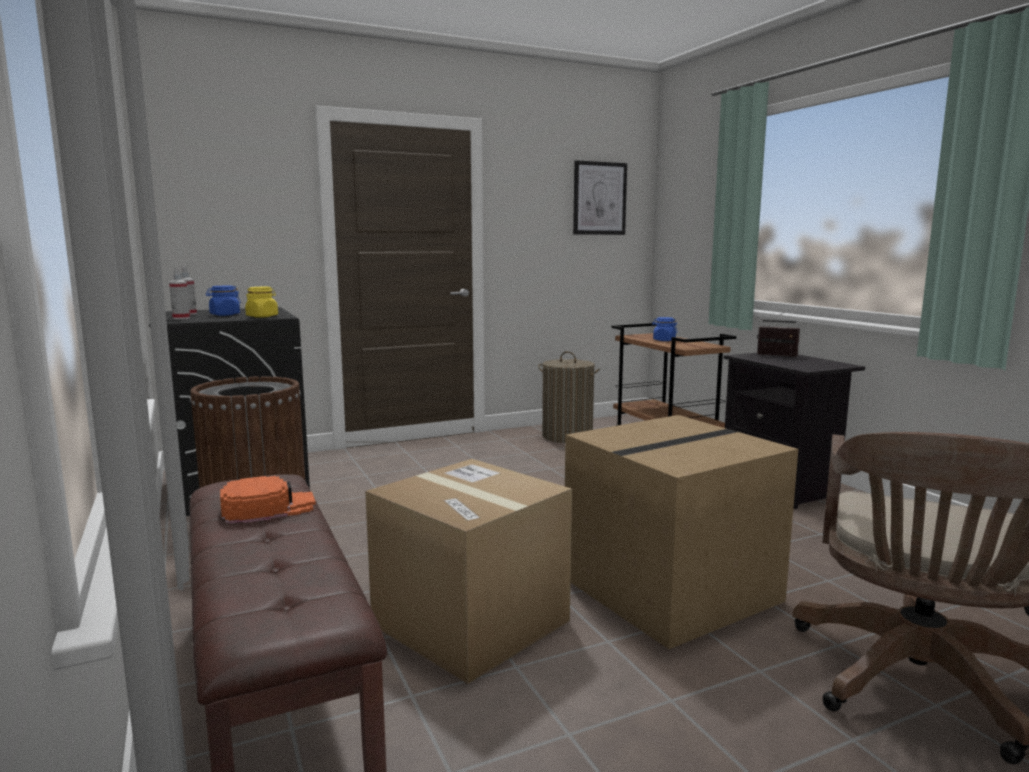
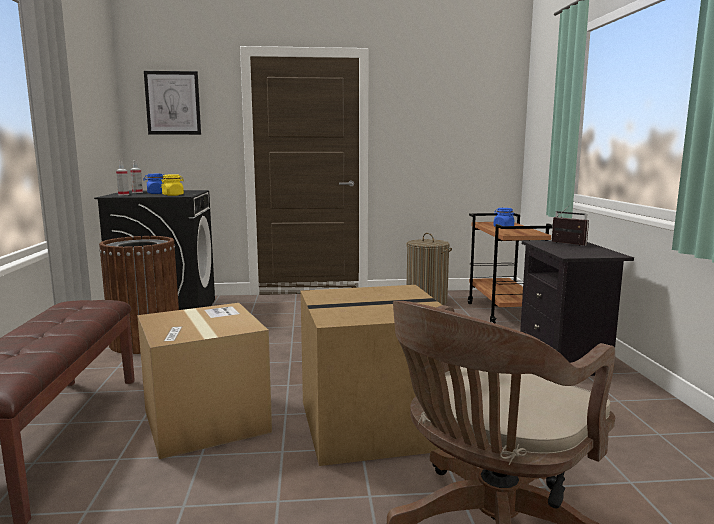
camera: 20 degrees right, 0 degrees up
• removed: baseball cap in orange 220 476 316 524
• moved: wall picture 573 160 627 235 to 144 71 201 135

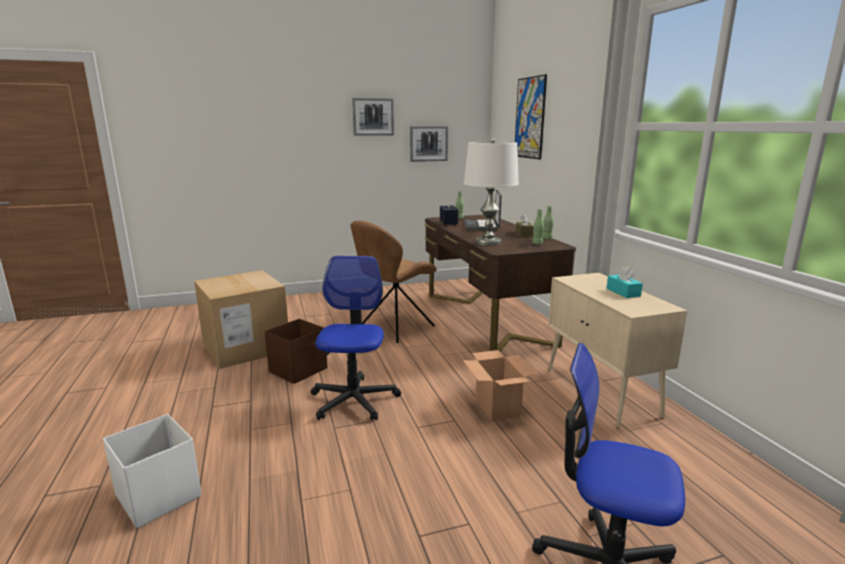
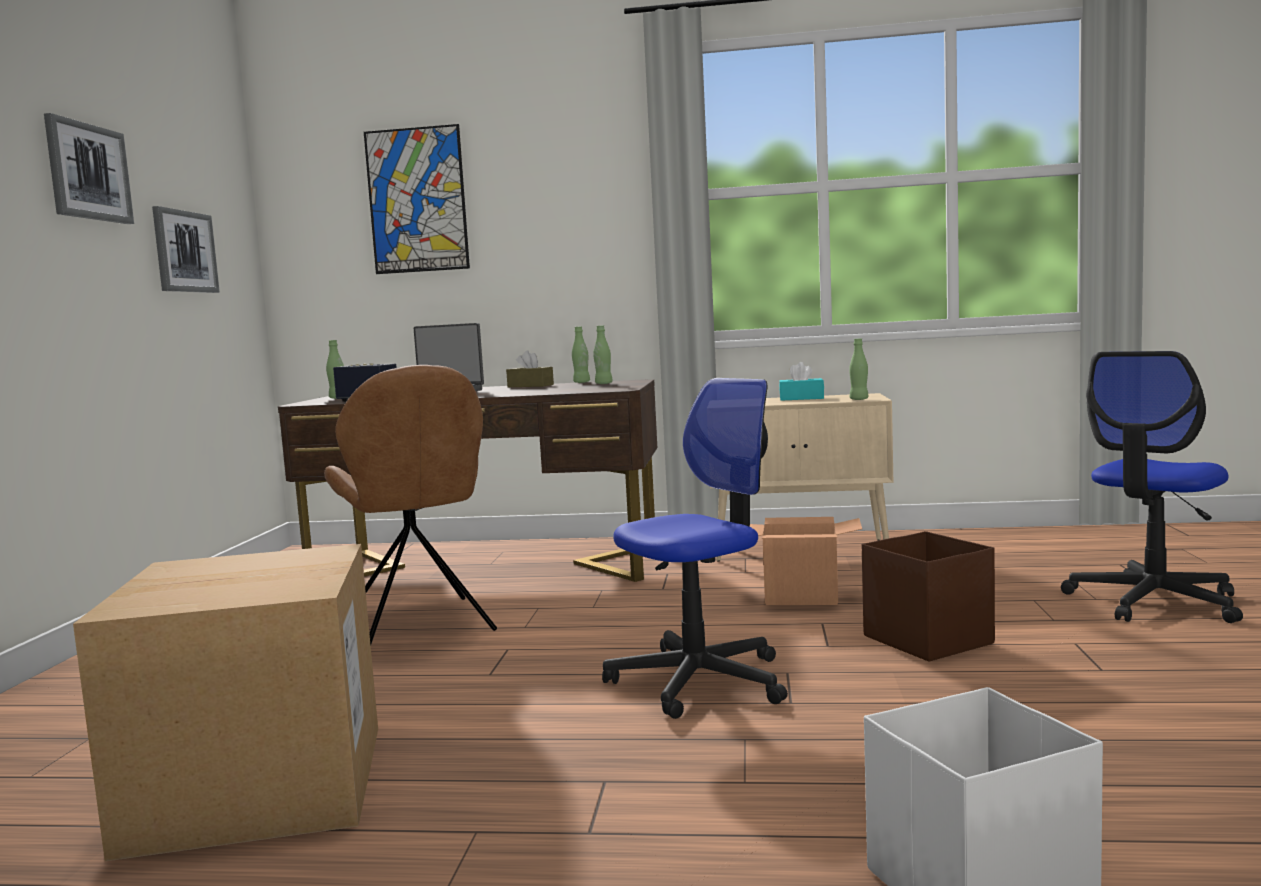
camera: 65 degrees left, 10 degrees down
• removed: tabletop lamp in white-coloured 464 138 519 246
• added: bottle in greenish 849 338 868 400
• moved: storage box in brownish 265 319 327 384 to 862 531 995 662
• turned: office chair 311 256 401 420 = 602 378 788 719 120 degrees clockwise

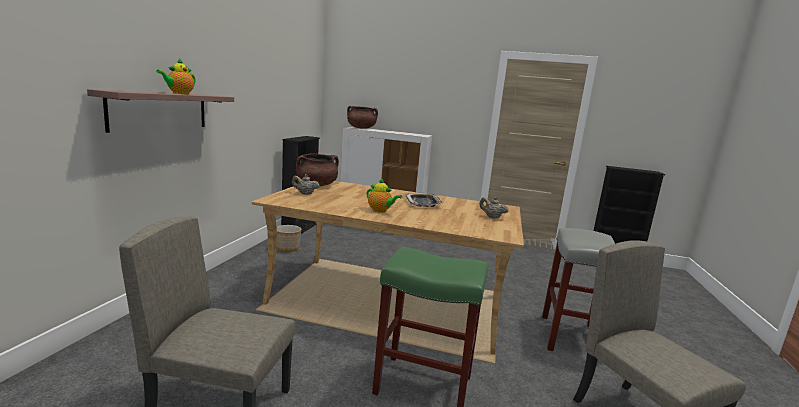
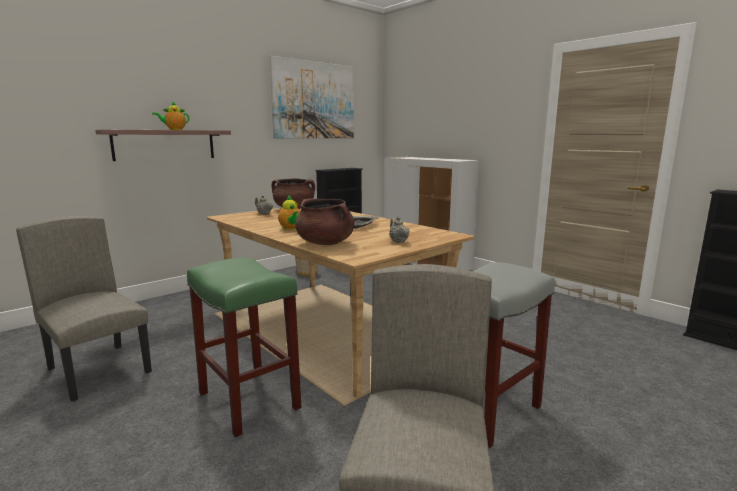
camera: 35 degrees right, 0 degrees up
• added: wall picture 269 56 354 139
• moved: saucepot in brownish 347 106 378 129 to 295 199 355 245

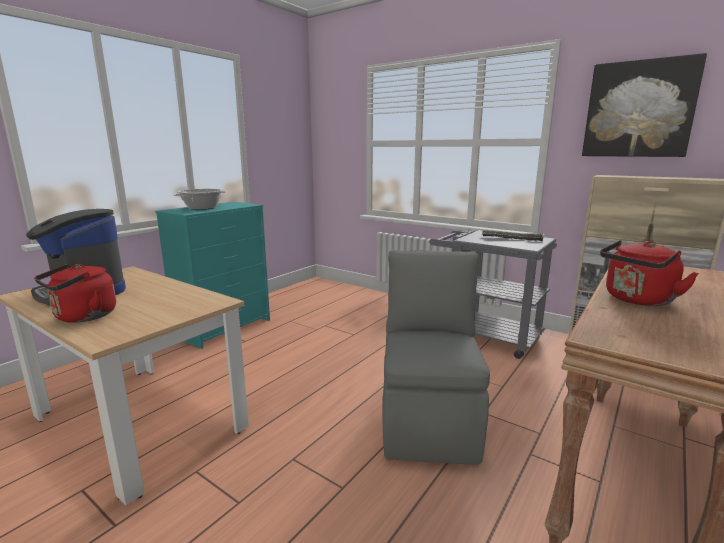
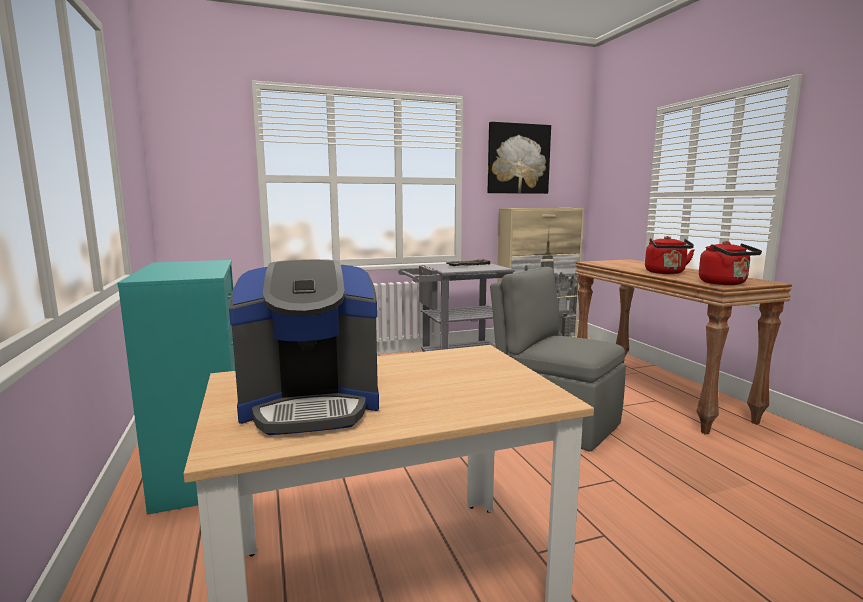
camera: 55 degrees left, 5 degrees down
• removed: saucepot 174 189 226 210
• moved: water kettle in red 34 264 116 323 to 699 241 762 285

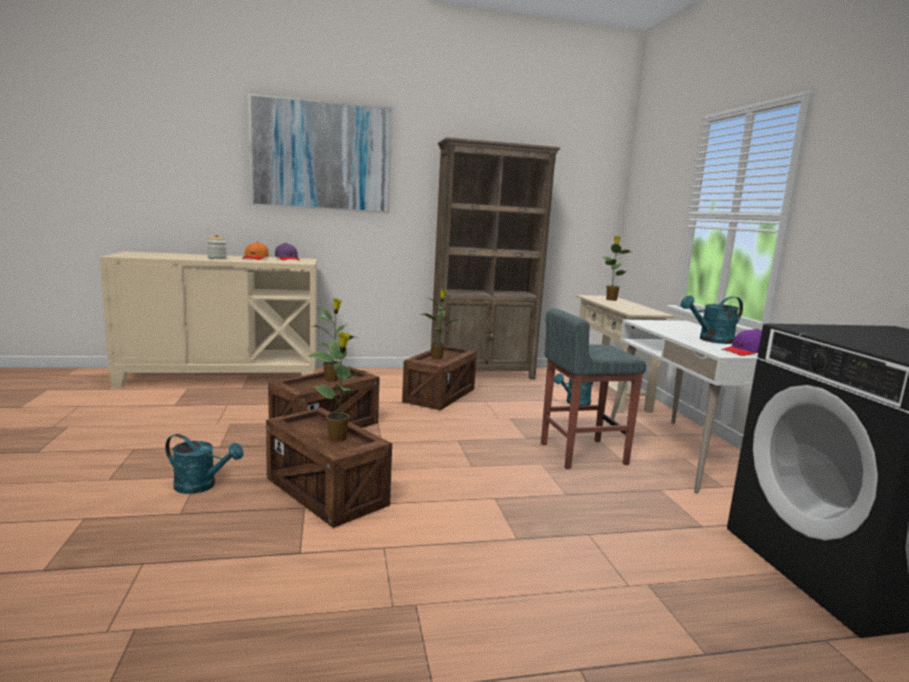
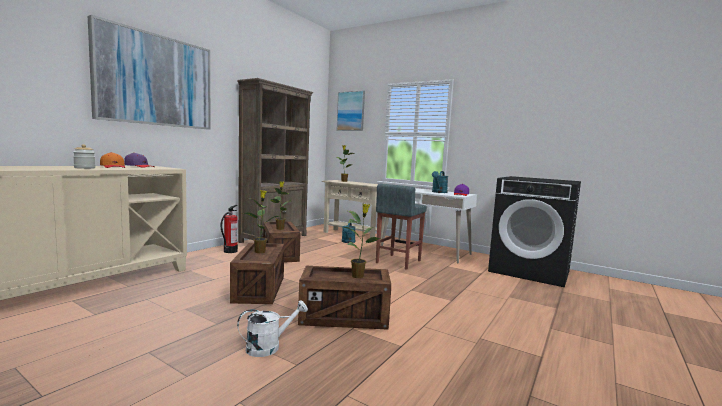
camera: 45 degrees left, 5 degrees down
• added: extinguisher 220 205 238 253
• added: wall picture 337 90 365 131
• recoloured: watering pot in turquoise-coloured 165 434 244 494 to watering pot in white-coloured 237 300 308 357

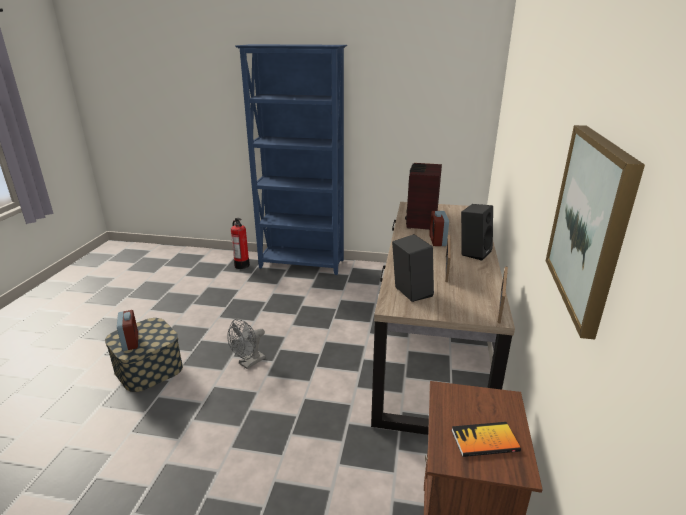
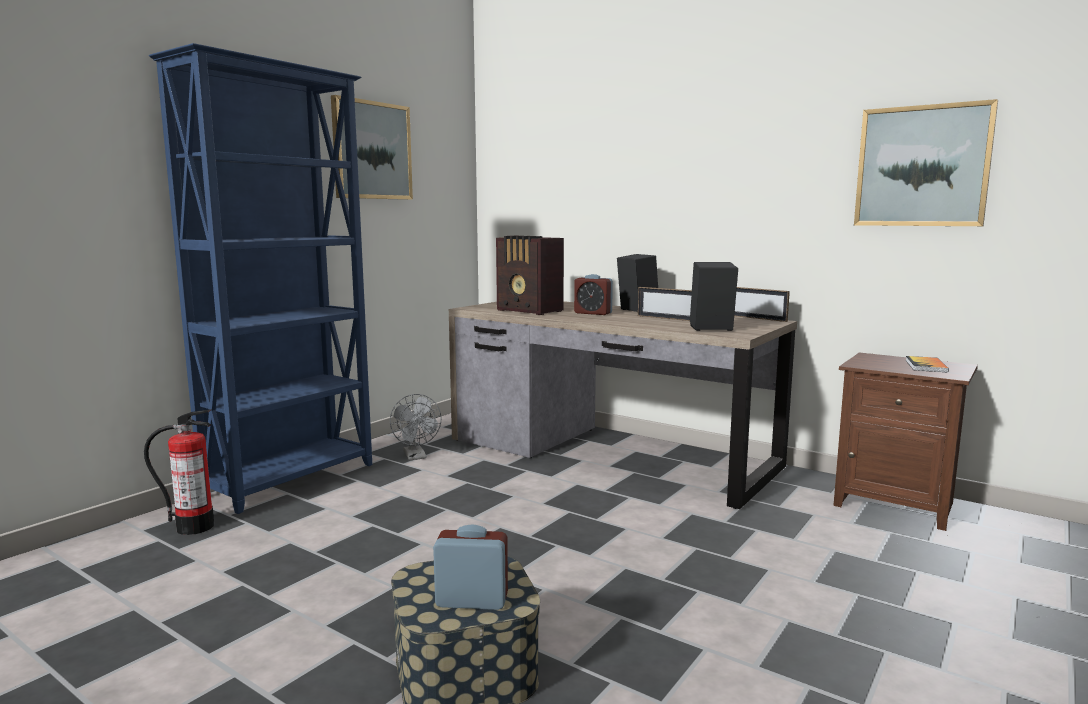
camera: 65 degrees left, 15 degrees down
• added: wall picture 331 95 413 200
• moved: electric fan in grey 227 319 266 369 to 390 394 441 460

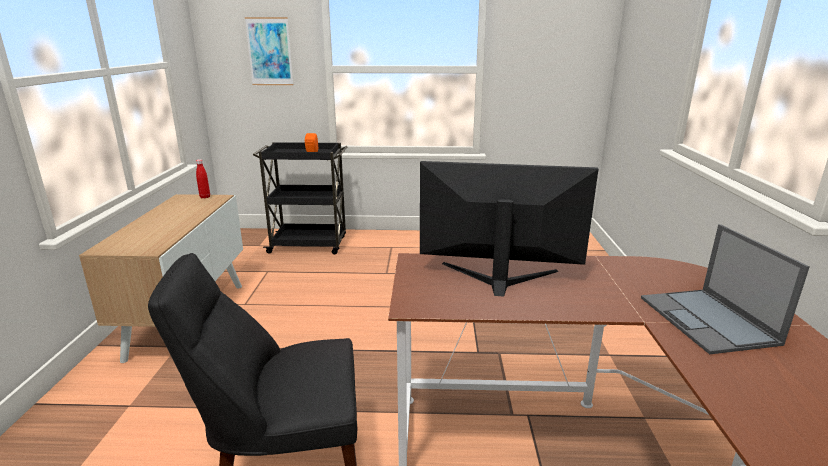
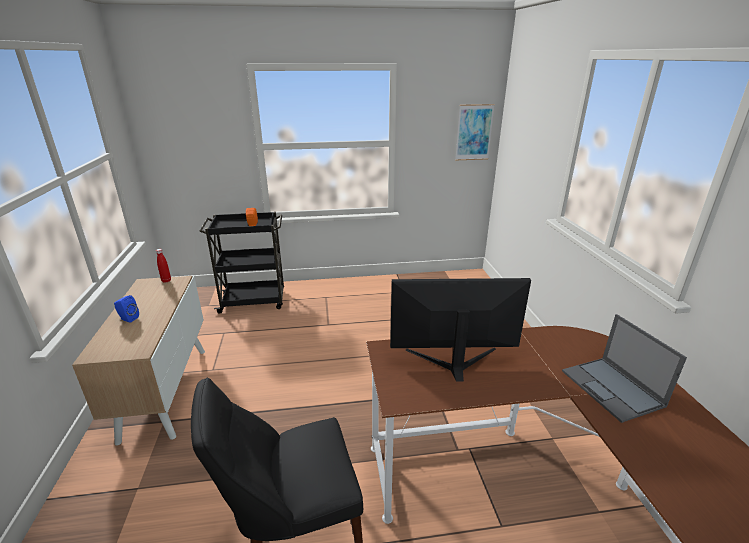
camera: 10 degrees left, 5 degrees up
• added: speaker in blue-coloured 114 295 139 323
• moved: wall picture 245 17 293 85 to 455 104 495 160

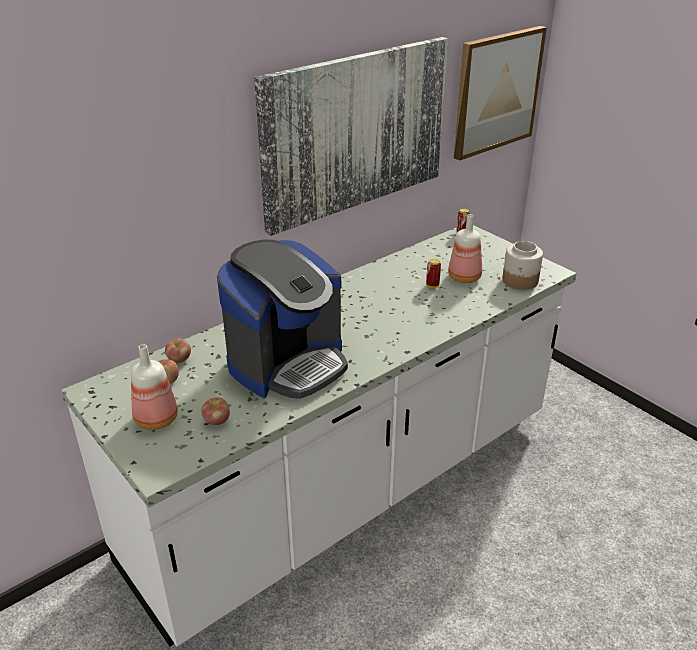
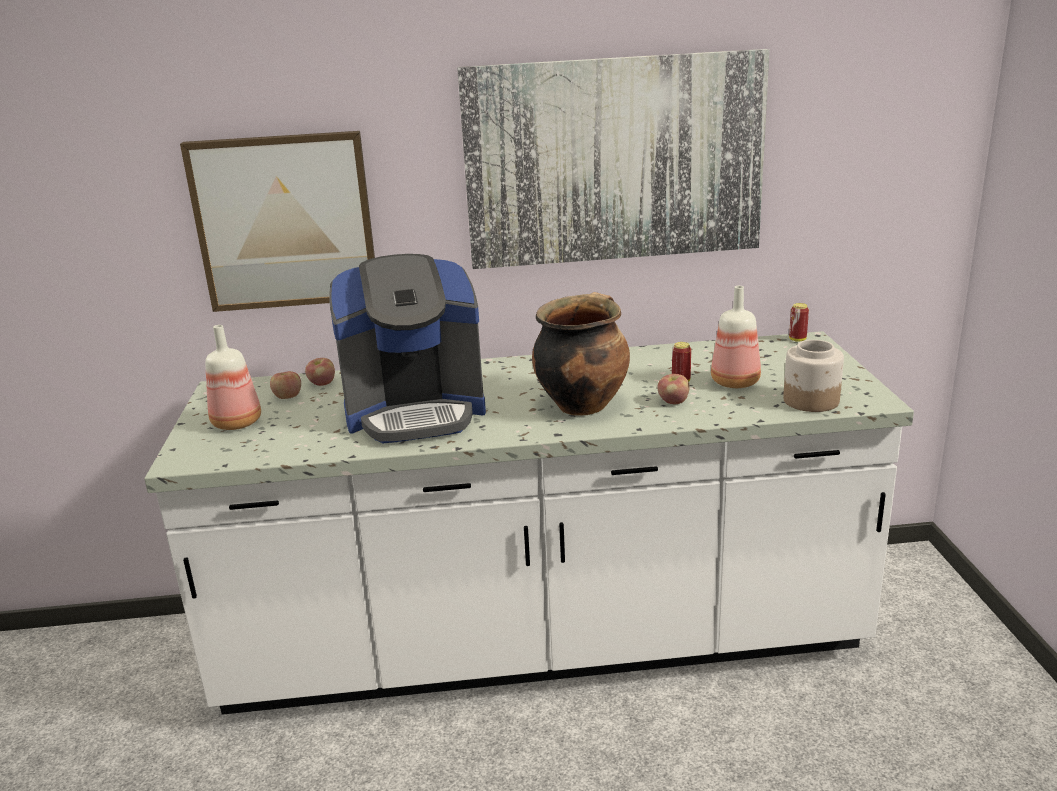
camera: 35 degrees right, 10 degrees down
• added: saucepot 532 292 630 415
• moved: whole apple 201 398 230 425 to 657 374 690 404
• moved: wall picture 454 26 547 161 to 180 131 375 312

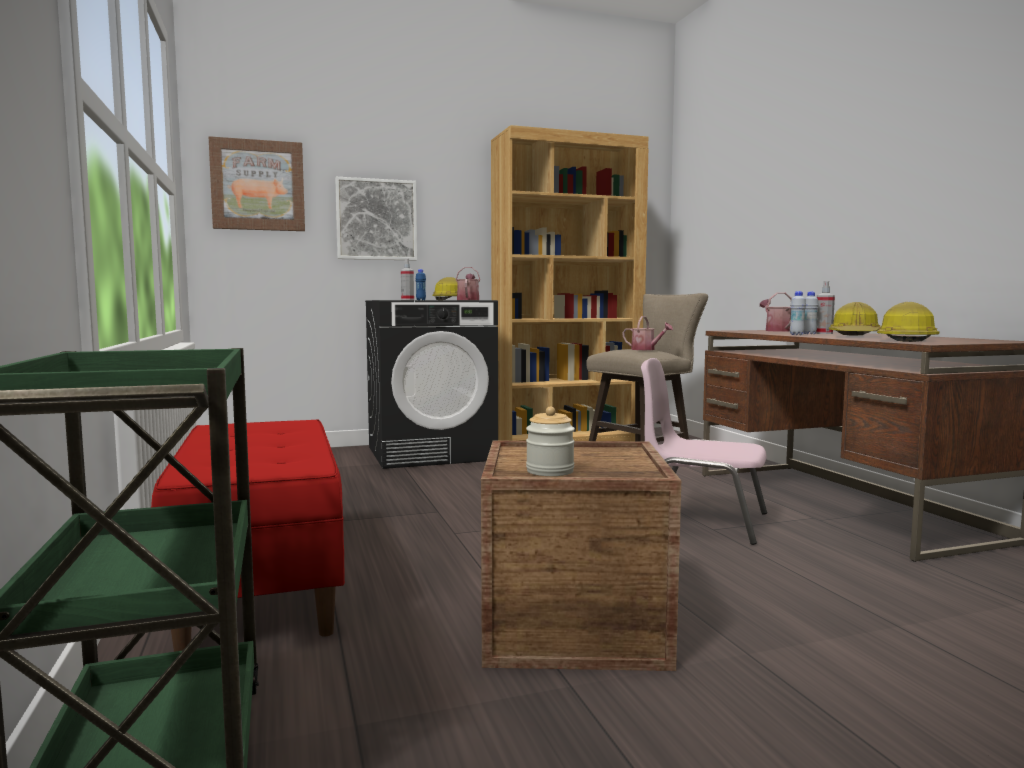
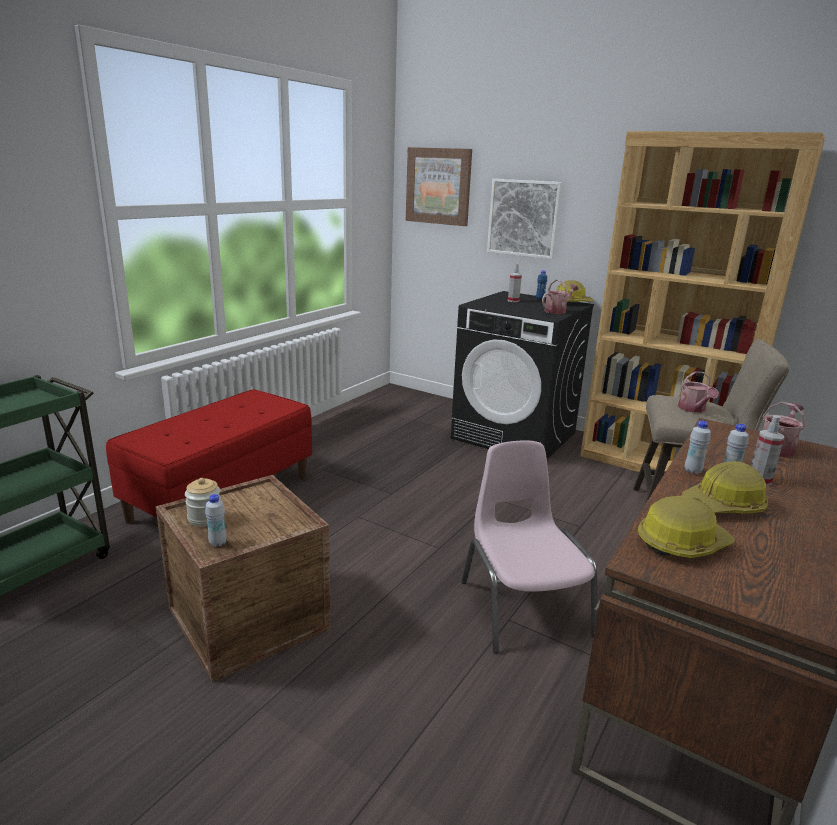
camera: 50 degrees right, 15 degrees up
• added: bottle in white-coloured 205 494 226 547

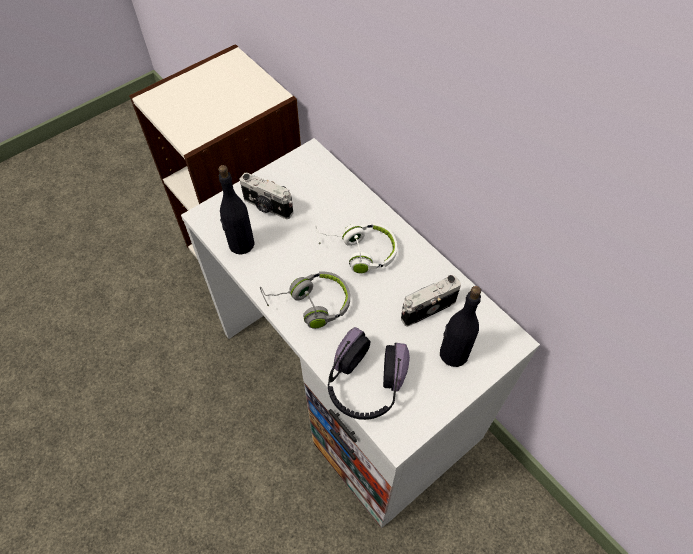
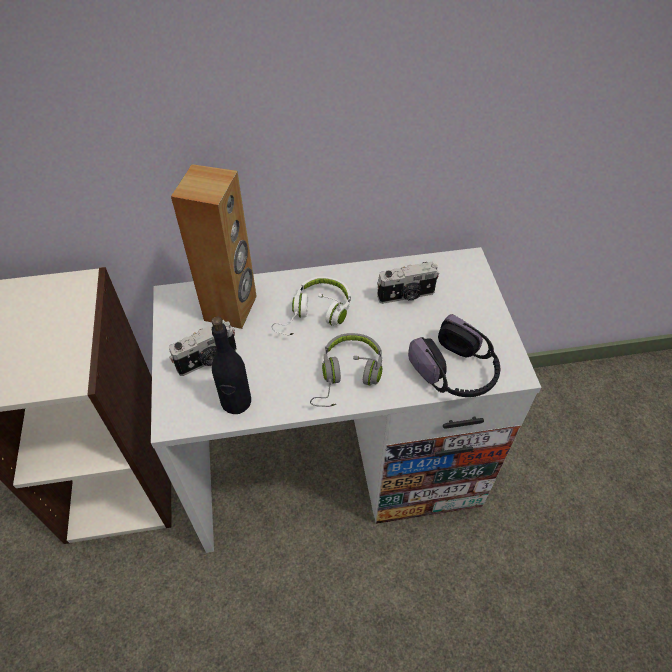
camera: 60 degrees left, 5 degrees down
• removed: bottle in black-coloured 440 286 481 367
• added: speaker in brownish 171 164 257 329
• turned: photo camera 401 275 461 327 = 377 261 439 304 105 degrees counterclockwise

